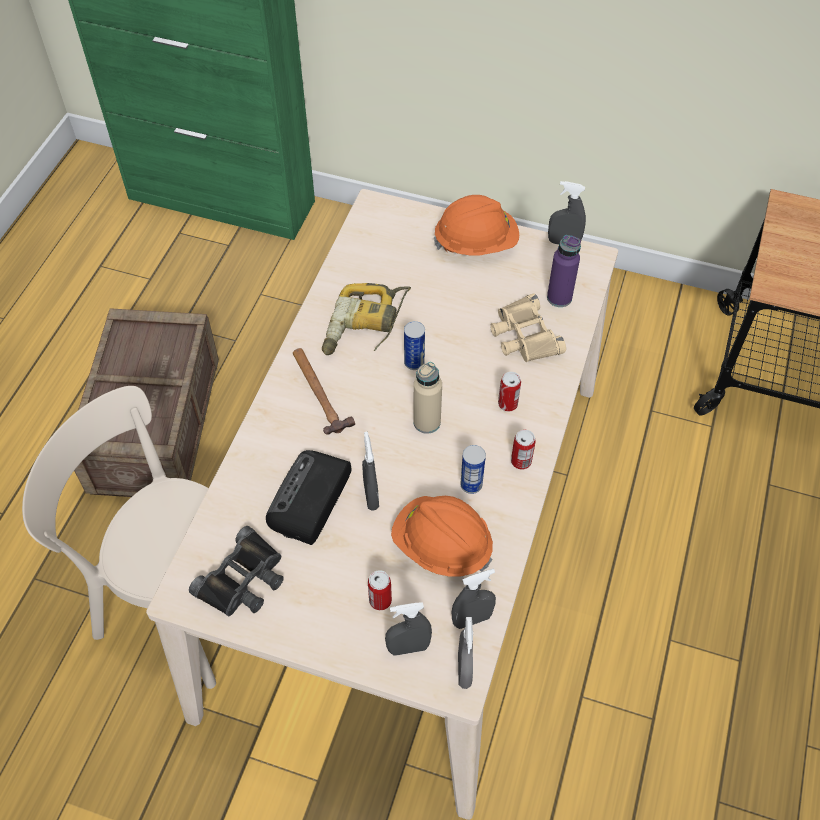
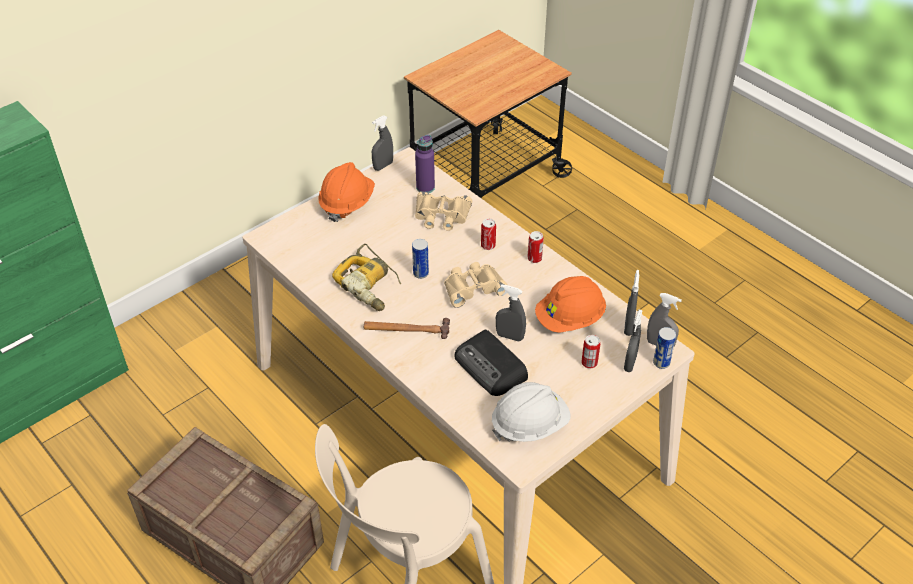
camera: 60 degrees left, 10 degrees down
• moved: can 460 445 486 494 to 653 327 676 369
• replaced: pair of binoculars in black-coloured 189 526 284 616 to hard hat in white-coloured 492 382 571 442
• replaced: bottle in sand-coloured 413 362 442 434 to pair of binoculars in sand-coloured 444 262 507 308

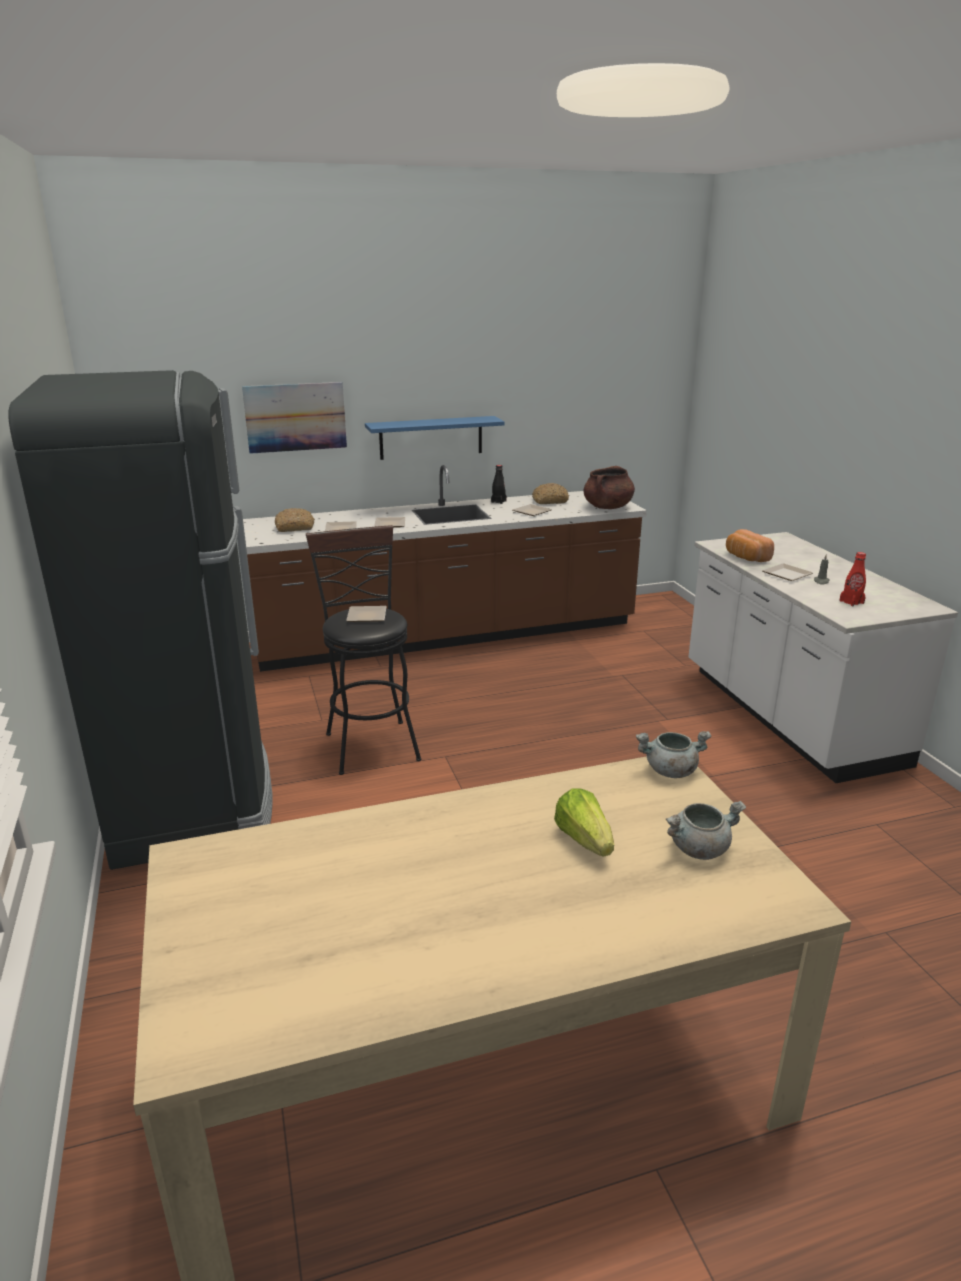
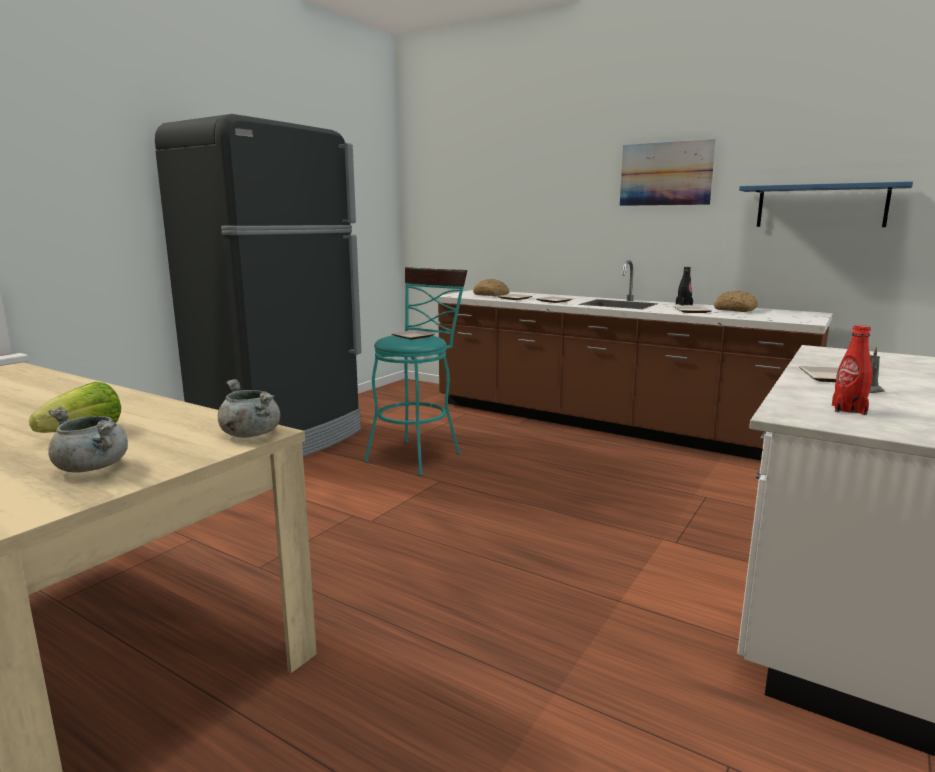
camera: 50 degrees right, 10 degrees down
• removed: saucepot in brownish 583 466 635 509
• removed: bread 726 529 774 562
• moved: wall picture 242 382 347 454 to 620 139 716 206
• moved: wall shelf in blue-coloured 365 416 505 460 to 739 181 913 227
• recoloured: stool seat in black-coloured 306 525 421 775 to stool seat in turquoise-coloured 364 267 467 476

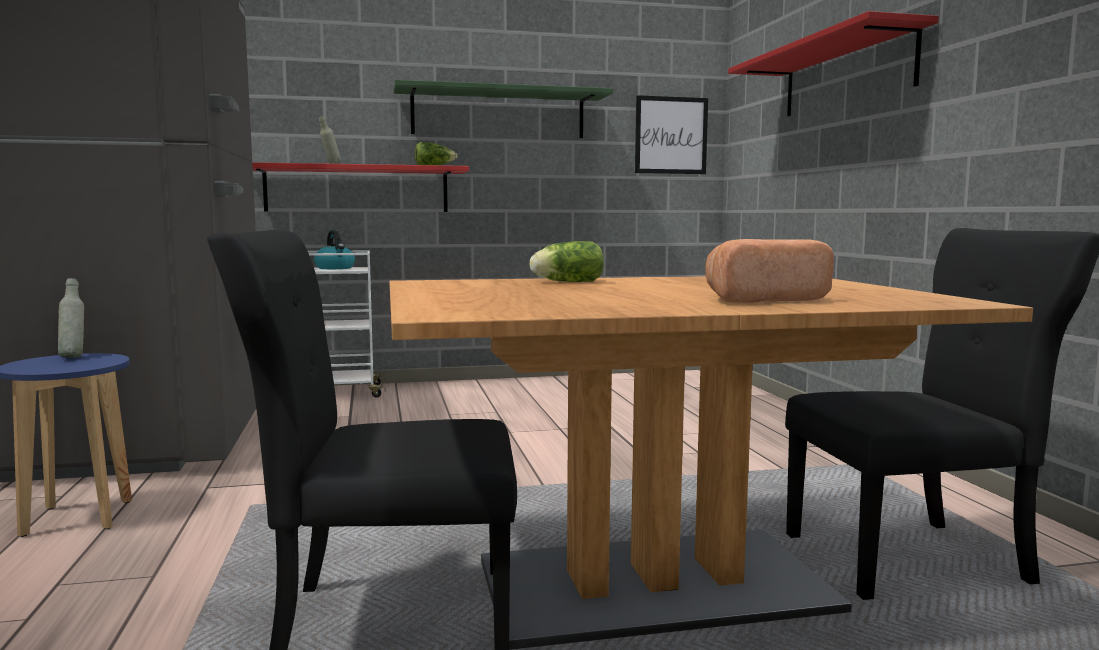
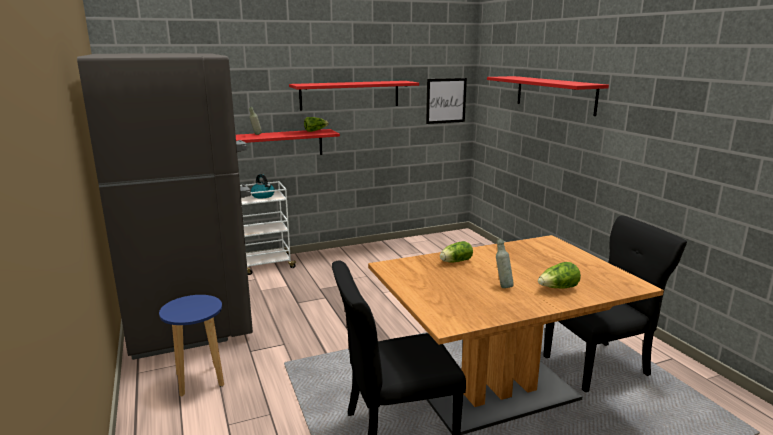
camera: 10 degrees left, 10 degrees up
• moved: bottle in grey 58 278 84 358 to 496 239 514 288
• replaced: bread 705 239 834 303 to lettuce head 538 262 581 289
• recoloured: wall shelf in greenish 393 80 613 138 to wall shelf in red 289 81 419 111

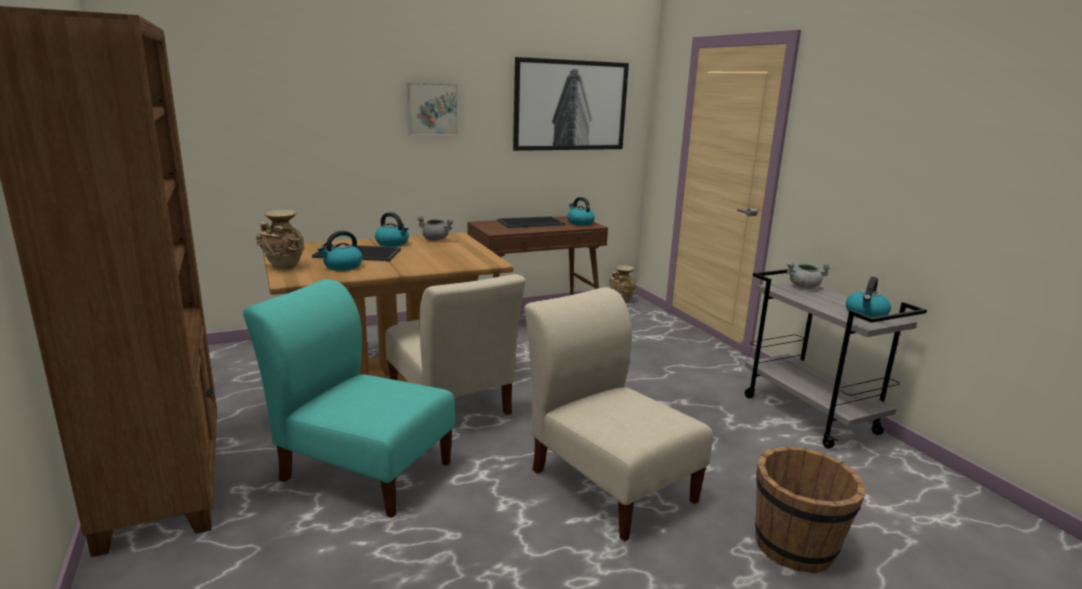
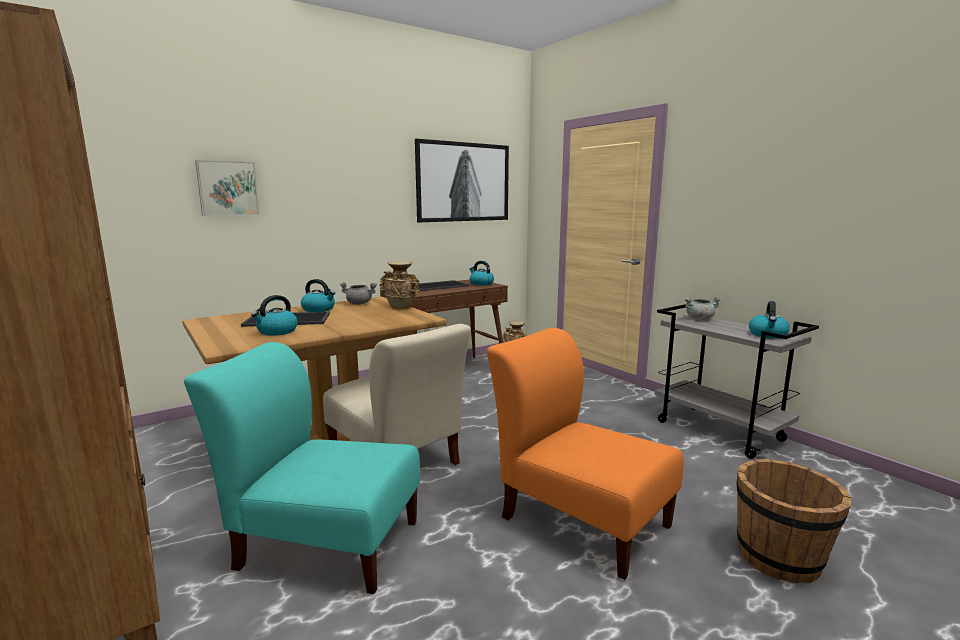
camera: 10 degrees left, 5 degrees down
• moved: vase in sand-coloured 256 210 305 269 to 379 261 420 309
• moved: wall picture 407 83 458 135 to 195 160 260 216
• recoloured: chair in sand-coloured 524 287 713 542 to chair in orange 487 328 684 580

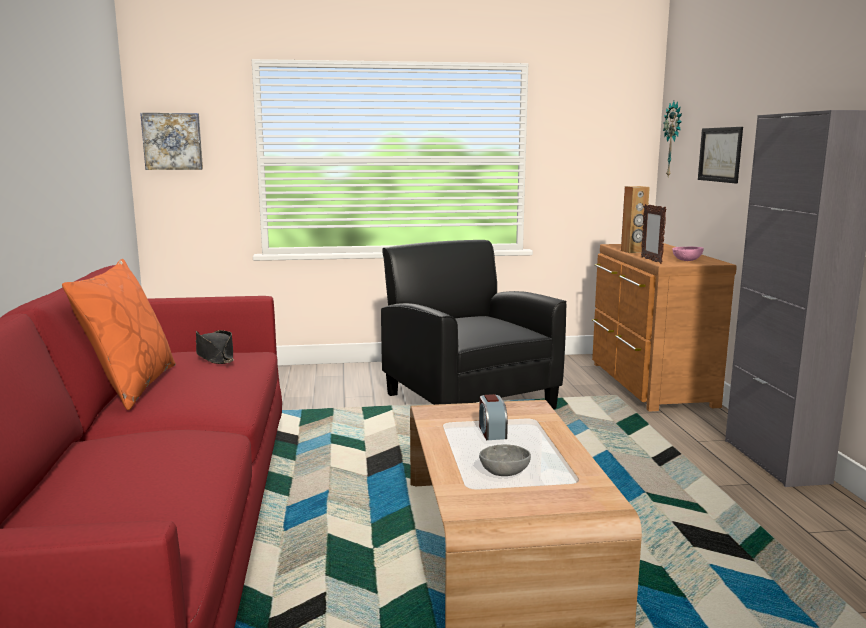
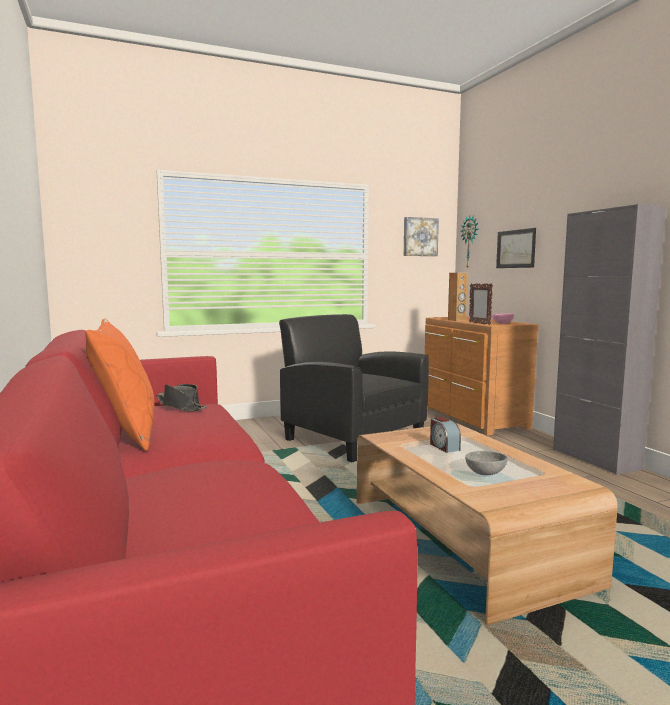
camera: 15 degrees left, 5 degrees down
• moved: wall picture 140 113 203 170 to 404 217 439 256

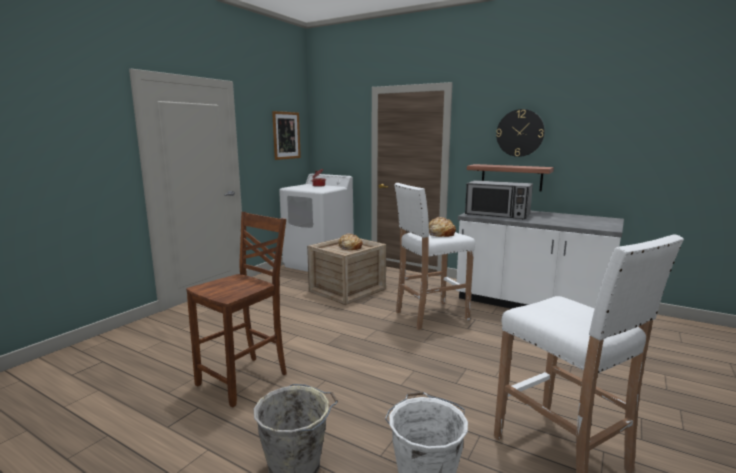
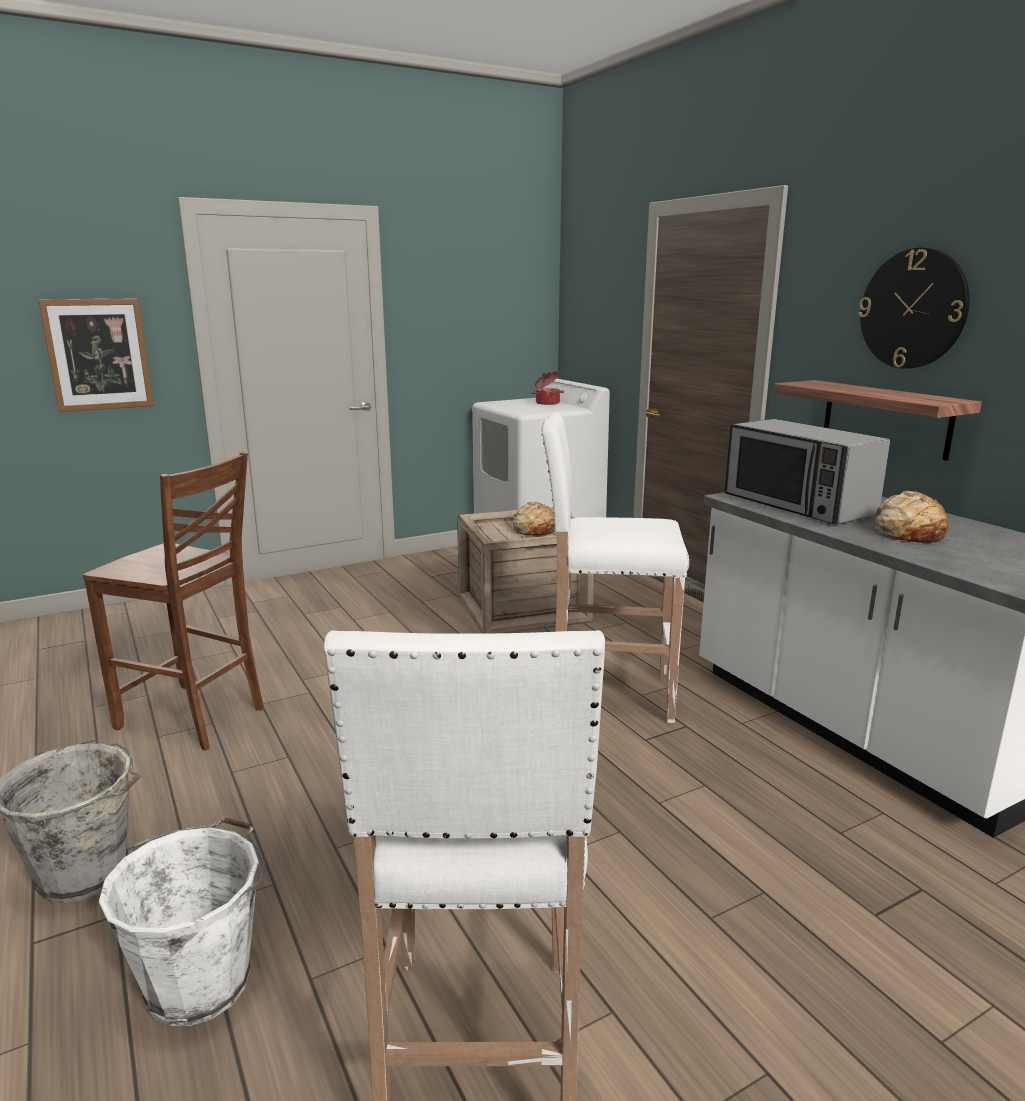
camera: 30 degrees right, 5 degrees up
• moved: wall picture 272 111 301 160 to 38 299 154 412
• moved: bread 429 217 456 237 to 873 491 948 543
• turned: chair in brownish 186 212 287 408 = 83 452 264 750 45 degrees clockwise

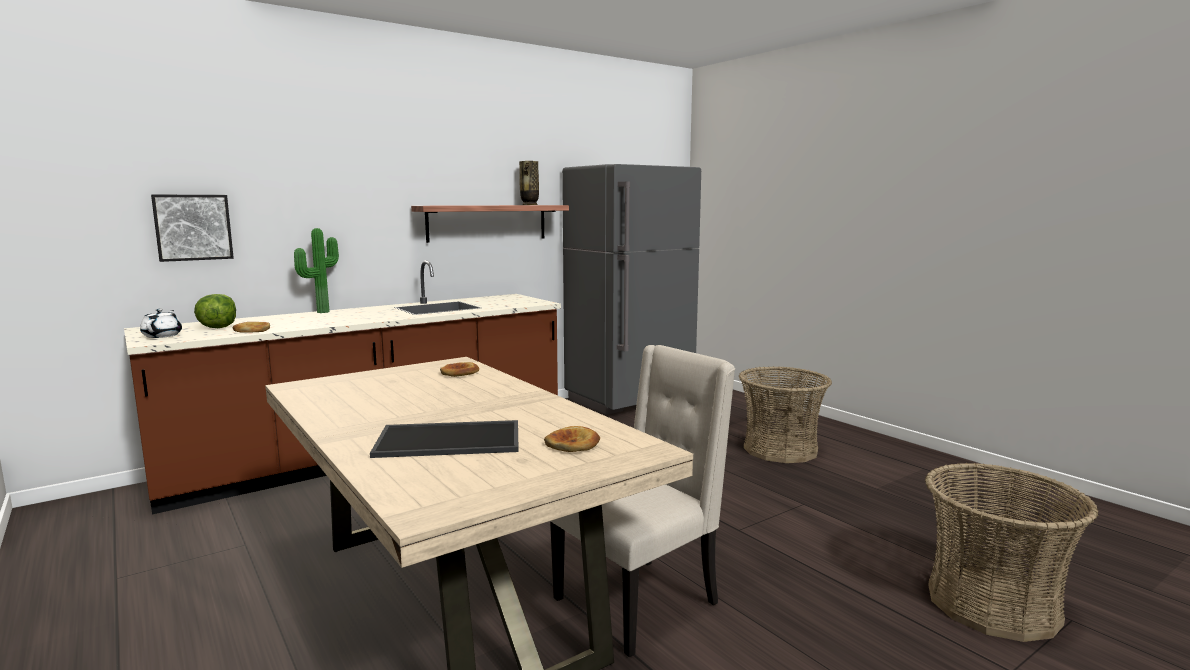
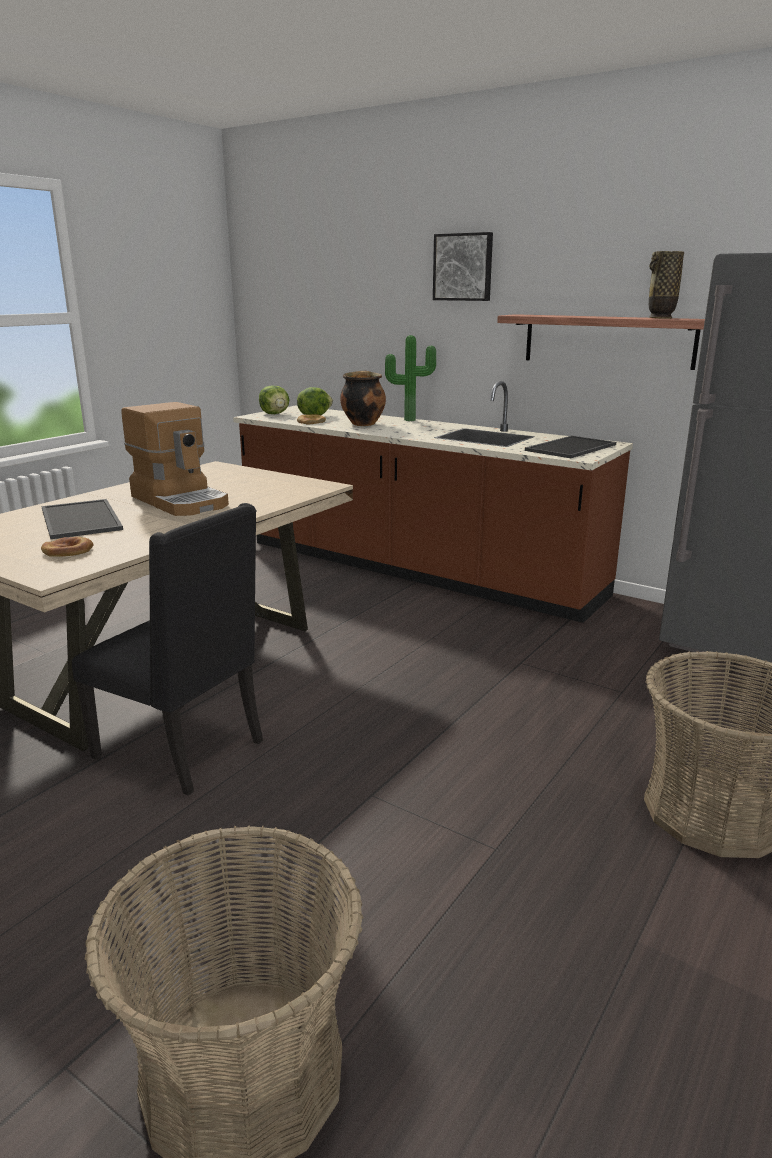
camera: 70 degrees right, 10 degrees up
• removed: bread 440 362 479 377
• added: coffee maker 121 402 229 516
• added: saucepot 340 371 386 426
• added: tray 525 436 616 458
• moved: wall picture 151 195 234 262 to 433 232 493 301
• replaced: pot for tea in white-coloured 140 309 182 338 to lettuce head 259 386 290 414
• recoloured: chair in sand-coloured 550 345 735 657 to chair in black-coloured 72 503 263 795

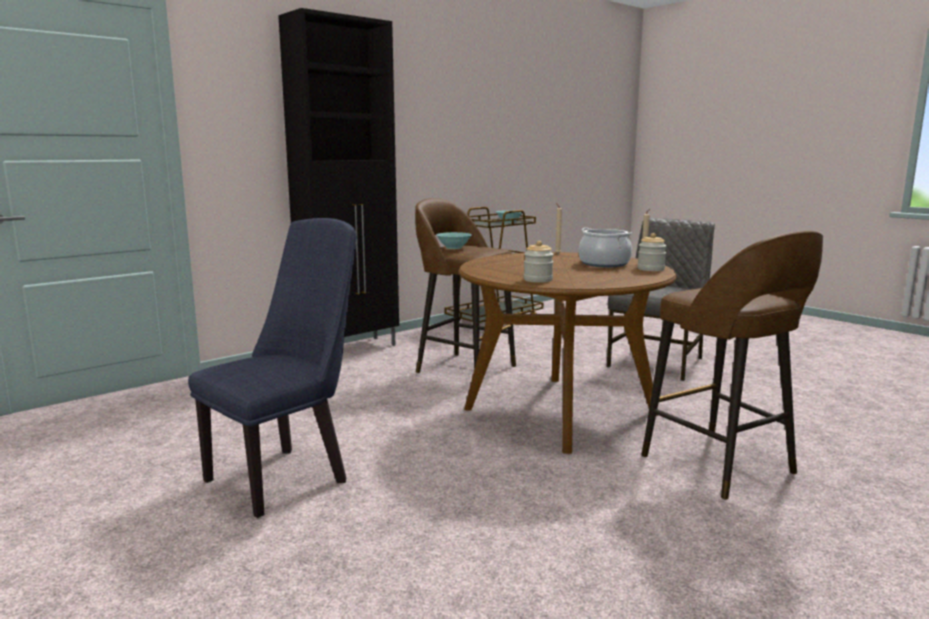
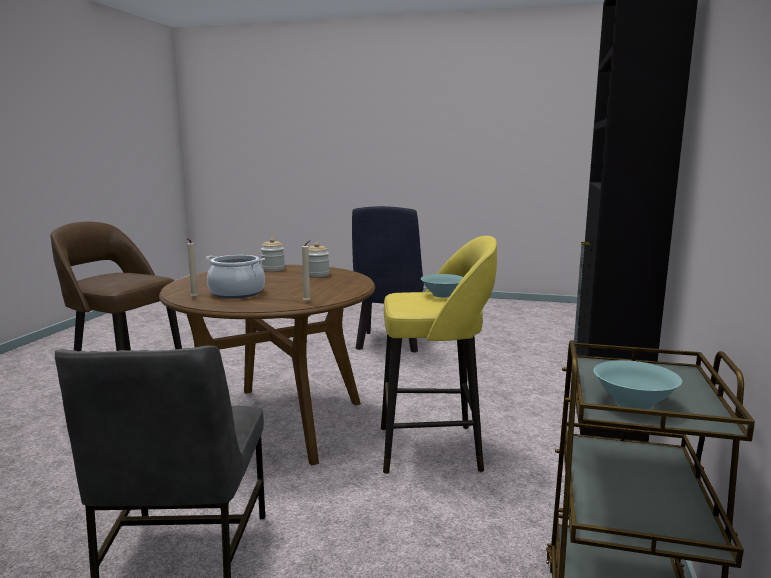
camera: 145 degrees right, 0 degrees up
• moved: jar 638 233 666 271 to 309 242 330 277
• recoloured: stool seat in brownish 415 198 516 373 to stool seat in yellowish 381 236 497 474

